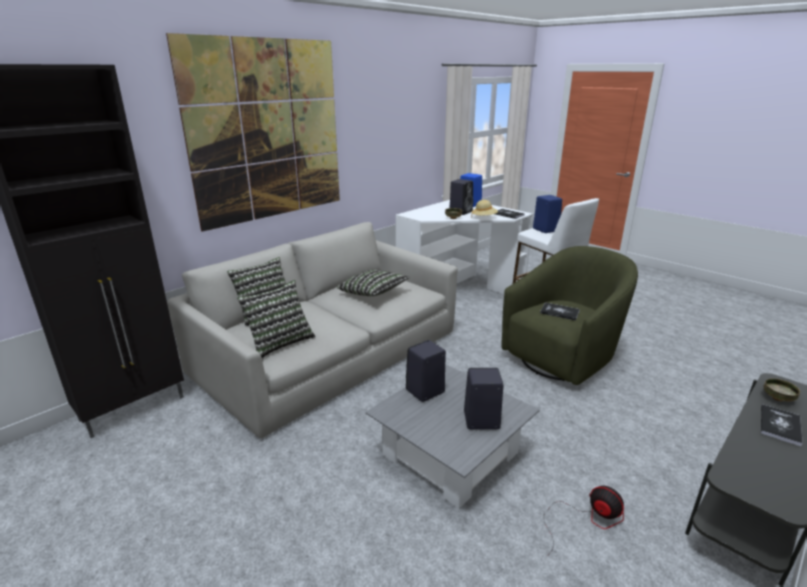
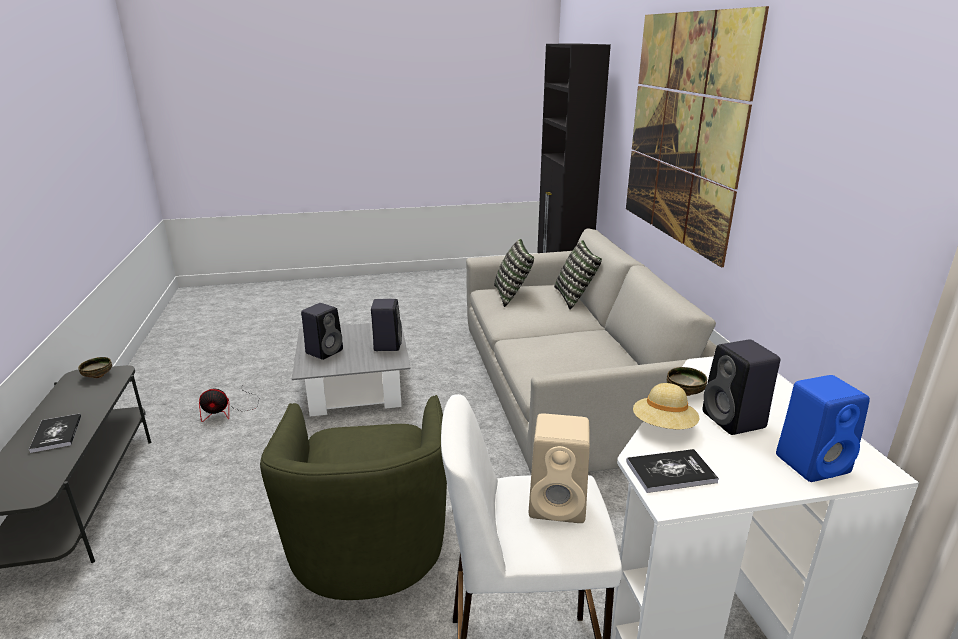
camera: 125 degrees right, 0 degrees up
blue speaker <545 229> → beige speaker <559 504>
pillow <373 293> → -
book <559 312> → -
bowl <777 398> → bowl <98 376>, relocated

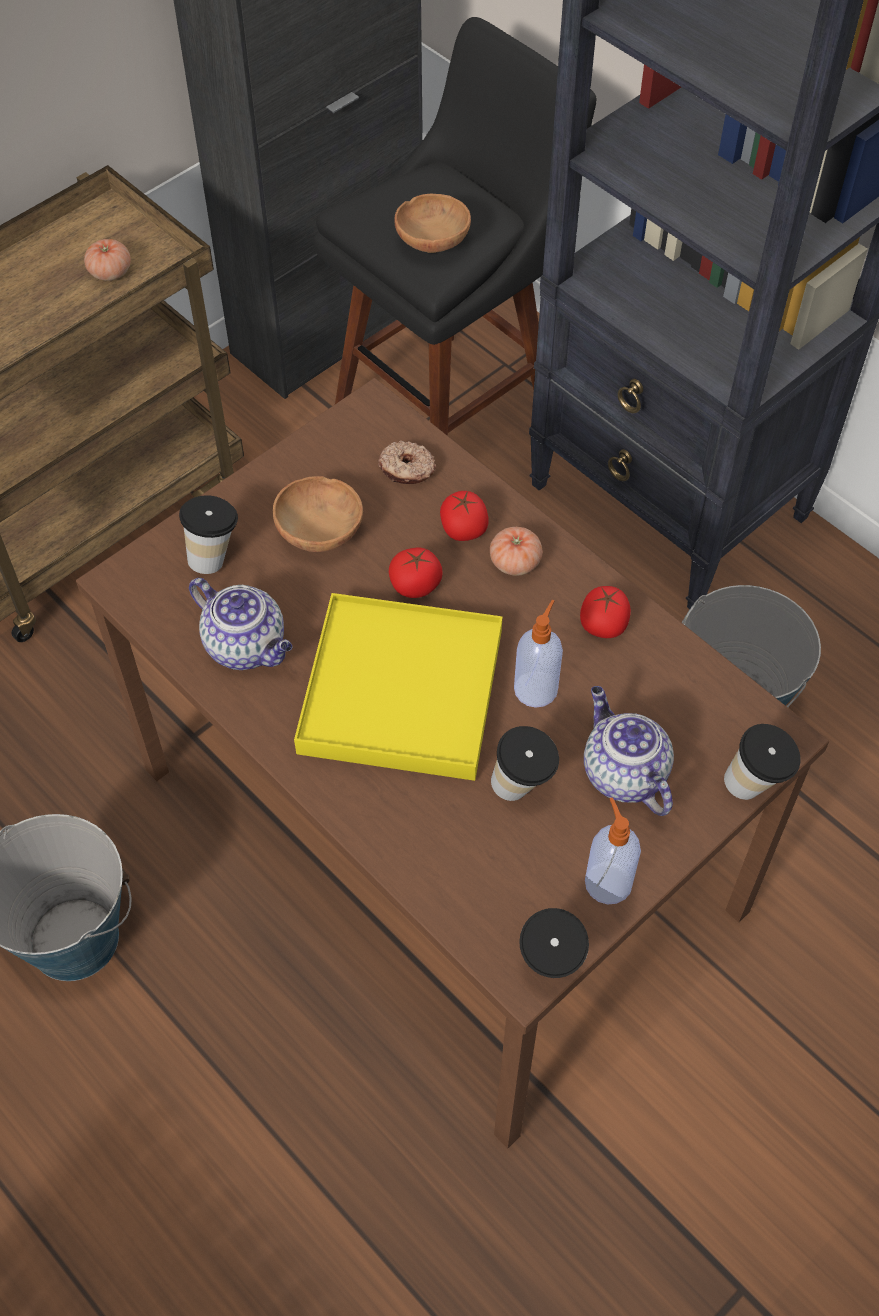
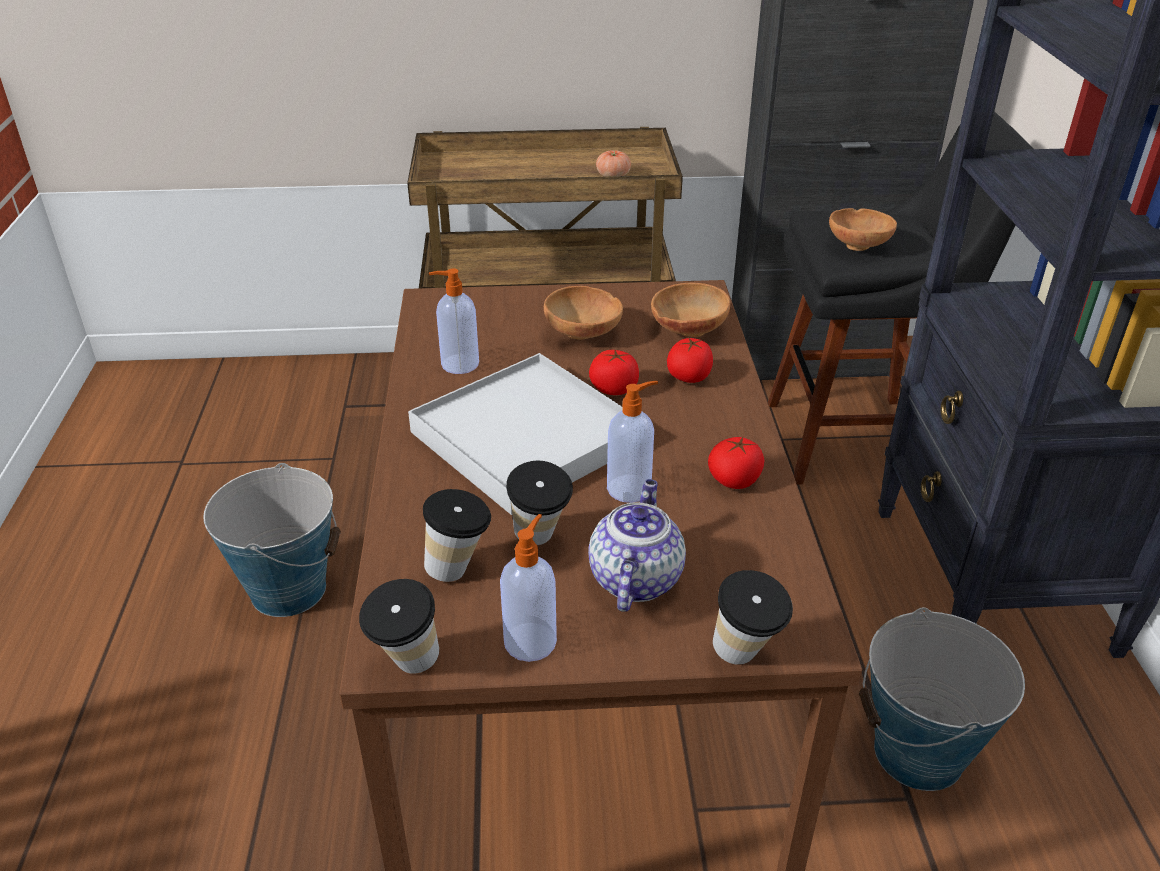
camera: 40 degrees right, 20 degrees down
donut <407 470> → brown bowl <687 330>
cup <215 556> → cup <459 569>, relocated
tomato <515 562> → -
teapot <247 646> → soap dispenser <458 364>
yellow tray <401 691> → white tray <527 437>

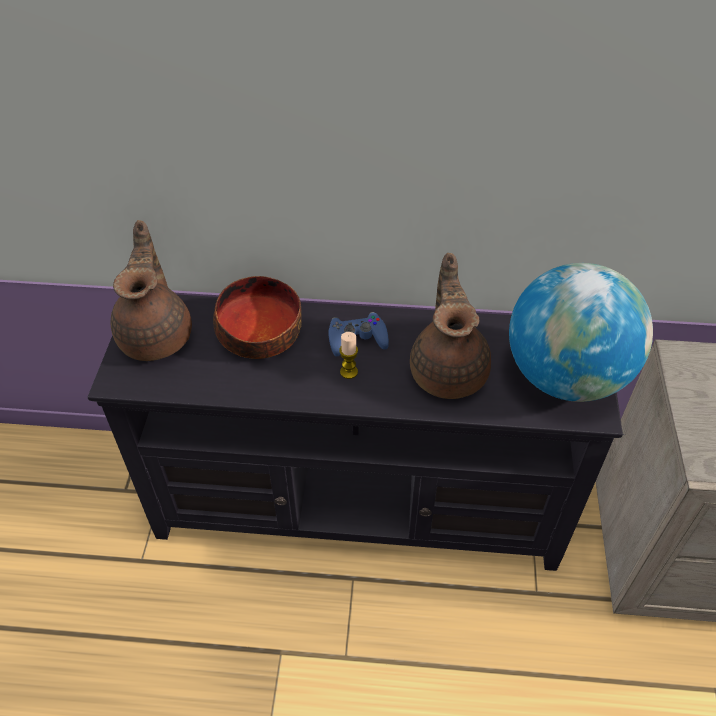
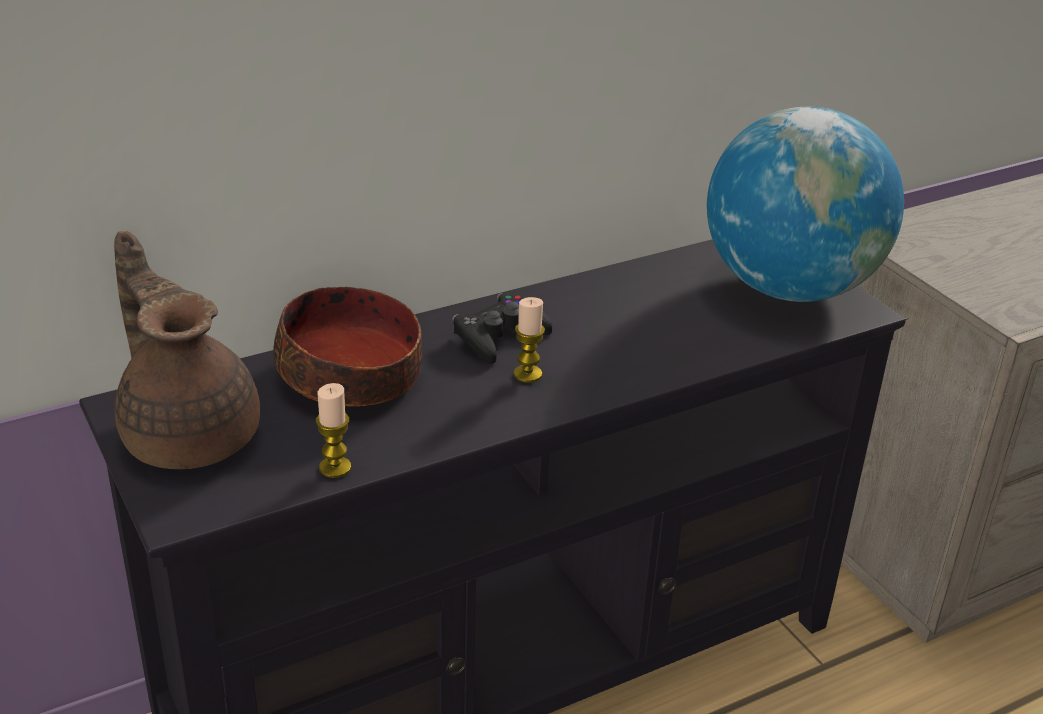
camera: 35 degrees left, 15 degrees down
brown teapot <449 370> → -
blue game controller <357 339> → black game controller <499 336>
- → candle <335 468>

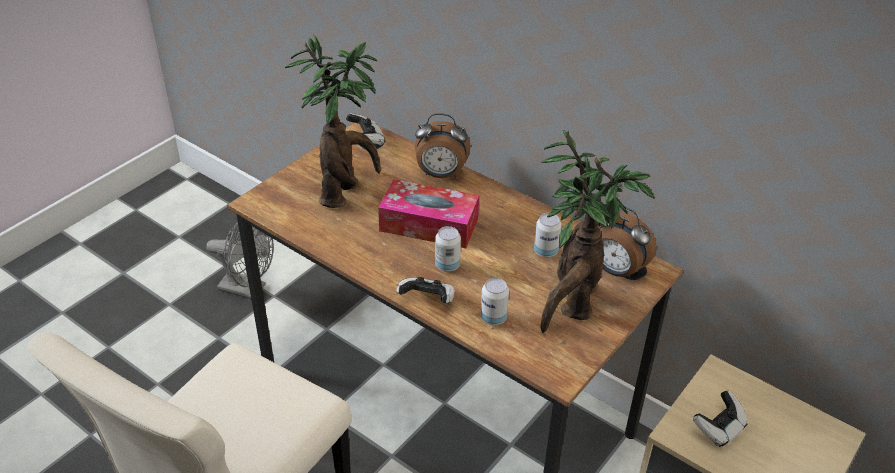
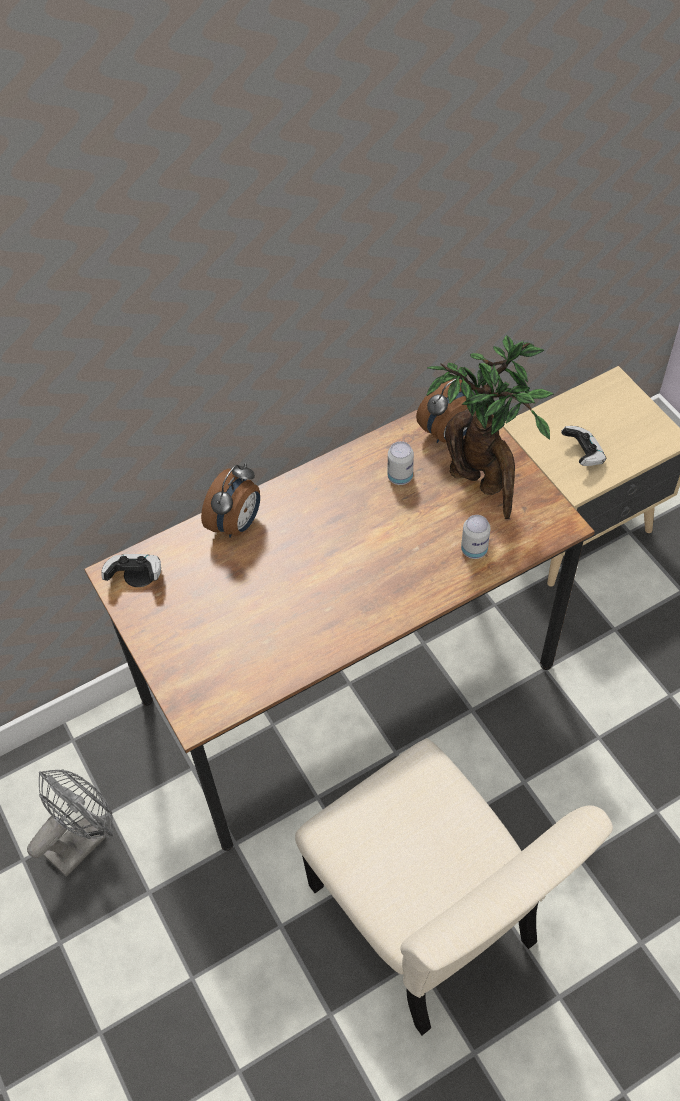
camera: 65 degrees left, 15 degrees up
potted plant <345 191> → -
tissue box <429 225> → -
can <447 265> → -
game controller <427 300> → -

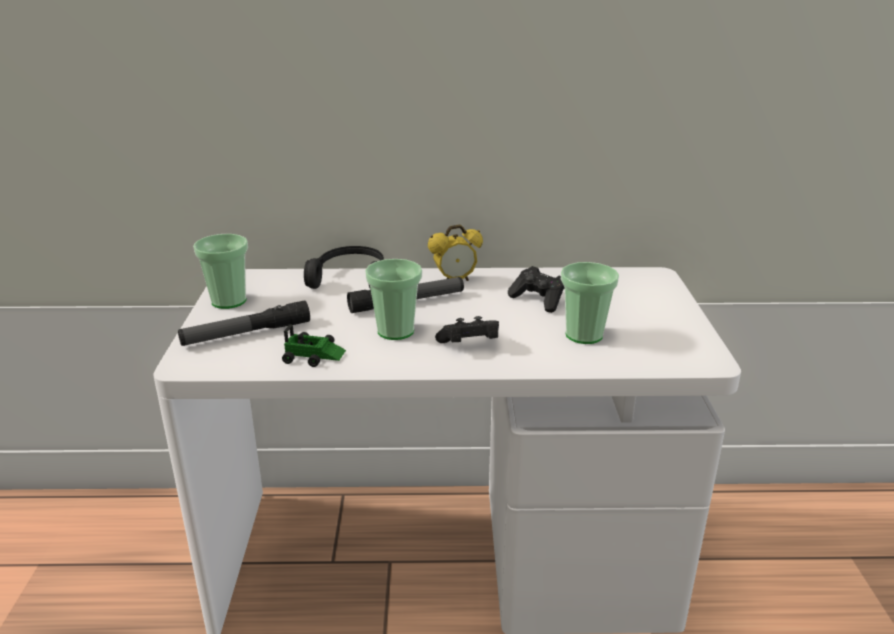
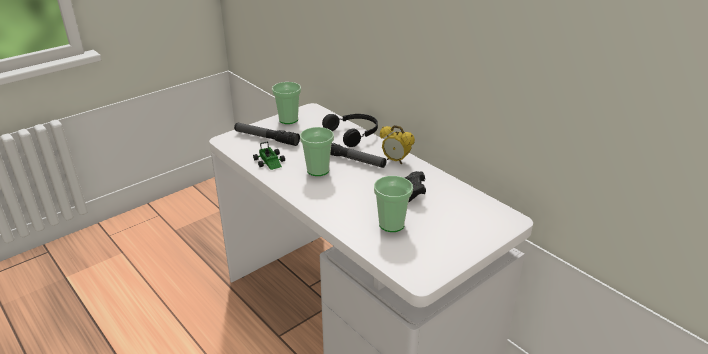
camera: 50 degrees right, 5 degrees up
black game controller <469 345> → -

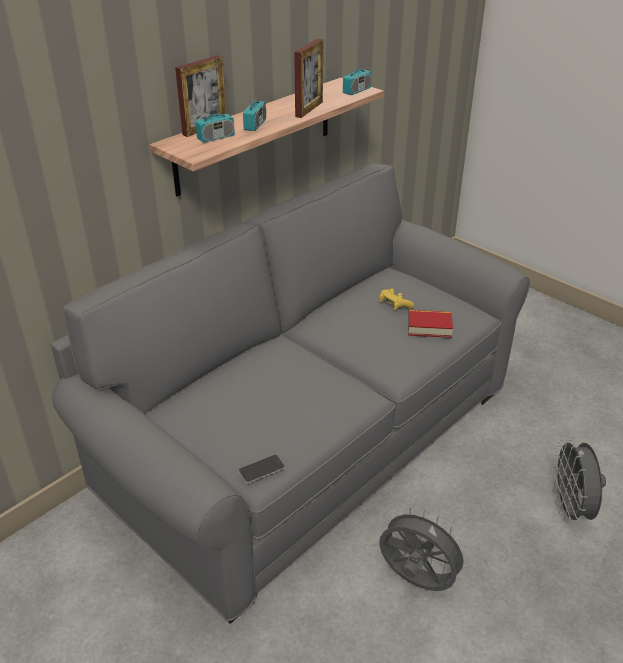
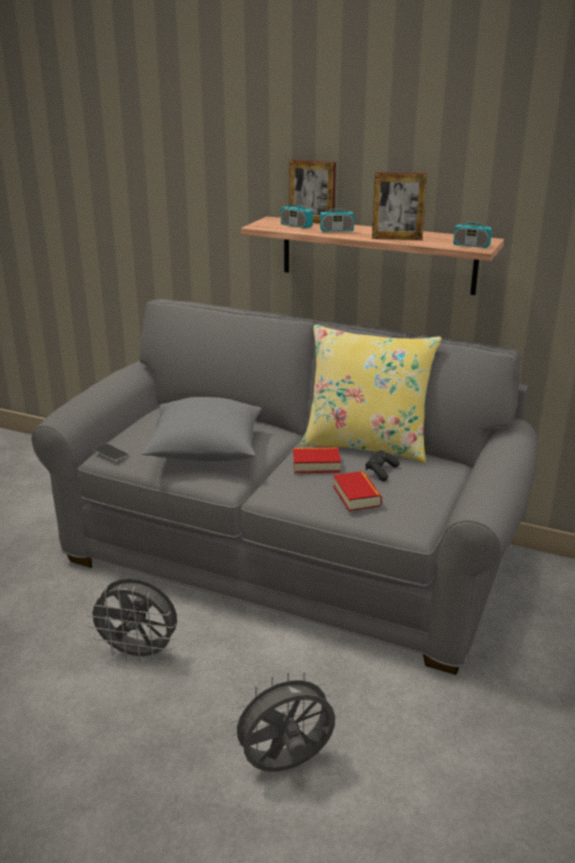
camera: 70 degrees right, 10 degrees down
yellow game controller <394 305> → black game controller <381 471>
grey fan <416 581> → grey fan <139 653>, 90 degrees clockwise
- → yellow pillow <366 444>
- → grey pillow <205 450>
- → book <316 465>

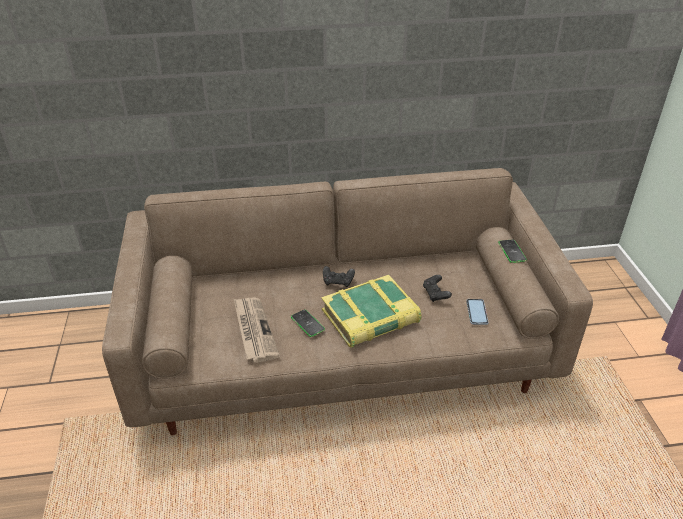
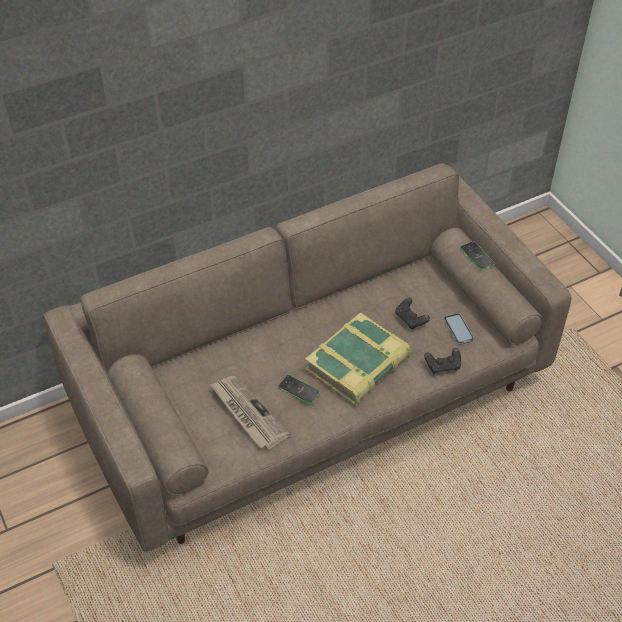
camera: 20 degrees left, 10 degrees up
black game controller <338 282> → black game controller <443 366>, relocated

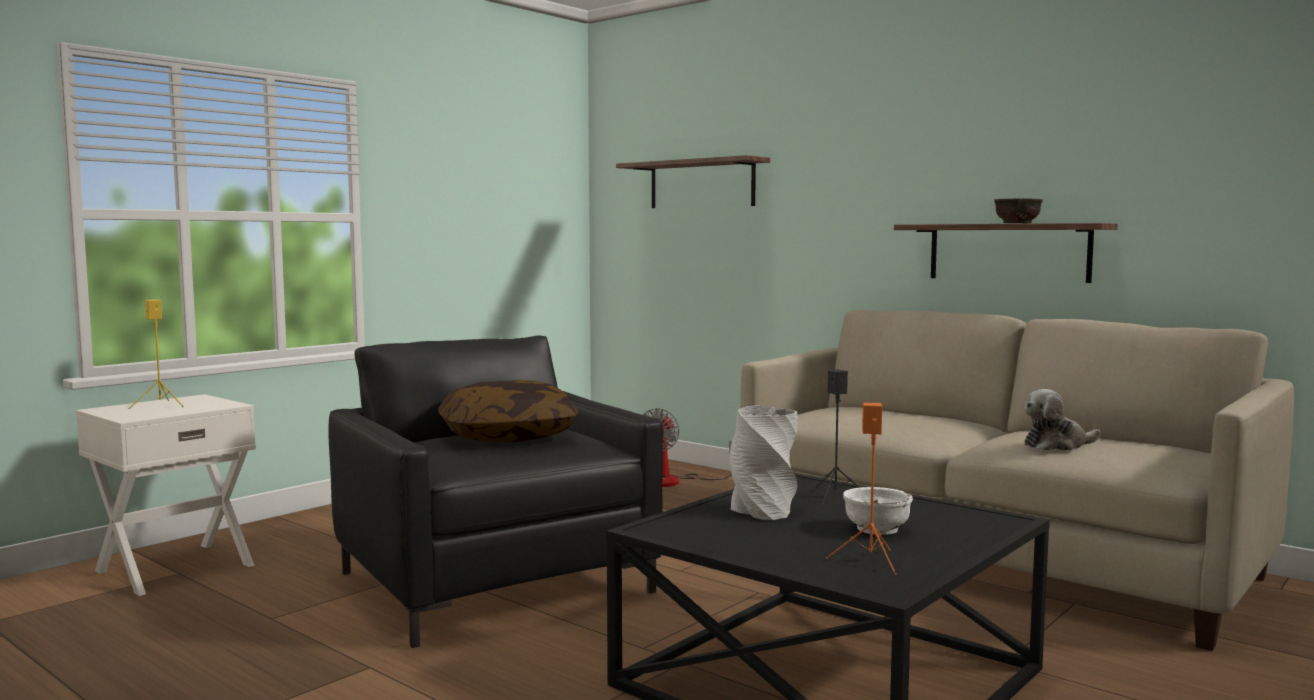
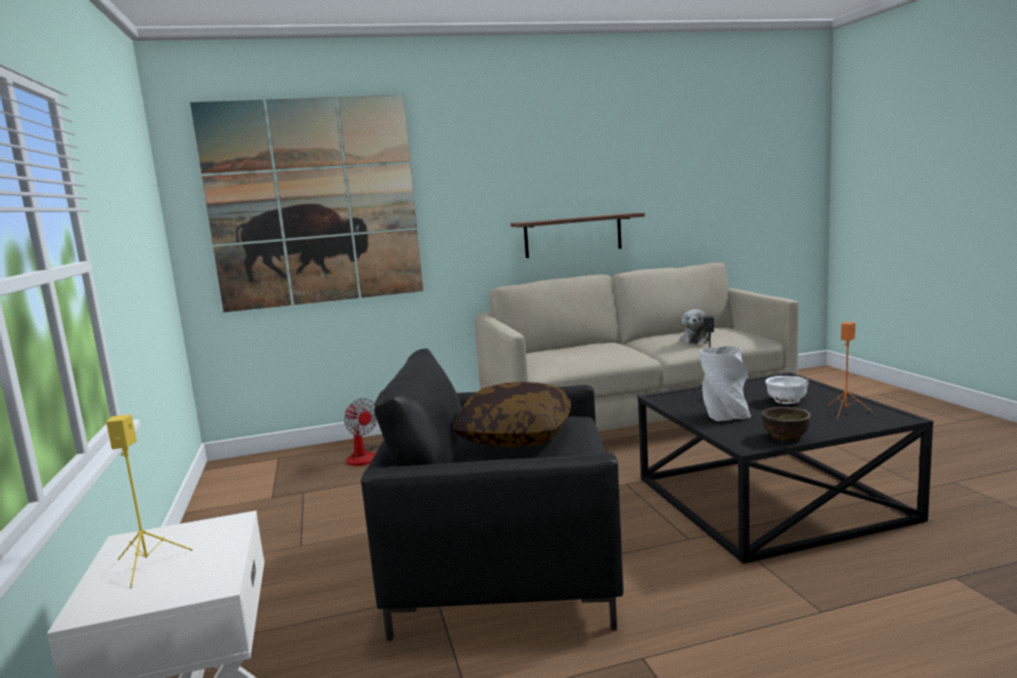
camera: 55 degrees left, 5 degrees up
shelf <701 184> → picture <314 202>
brown bowl <1016 223> → brown bowl <785 437>, relocated

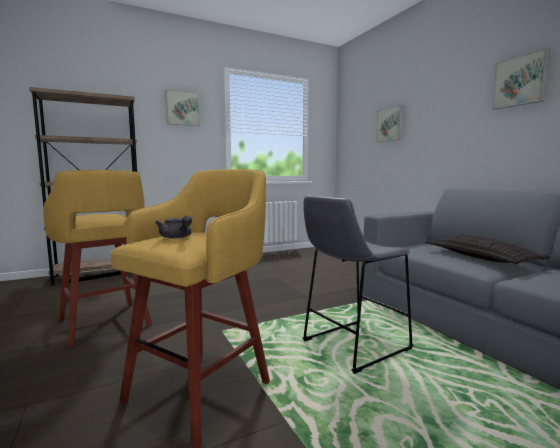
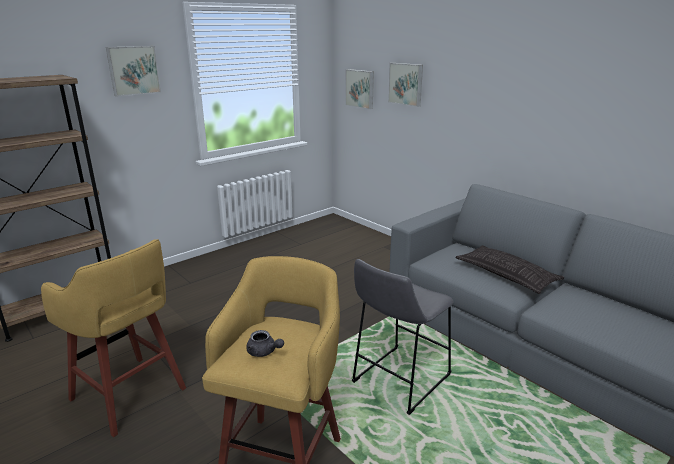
camera: 15 degrees left, 15 degrees up
picture <520 81> → picture <360 88>, relocated

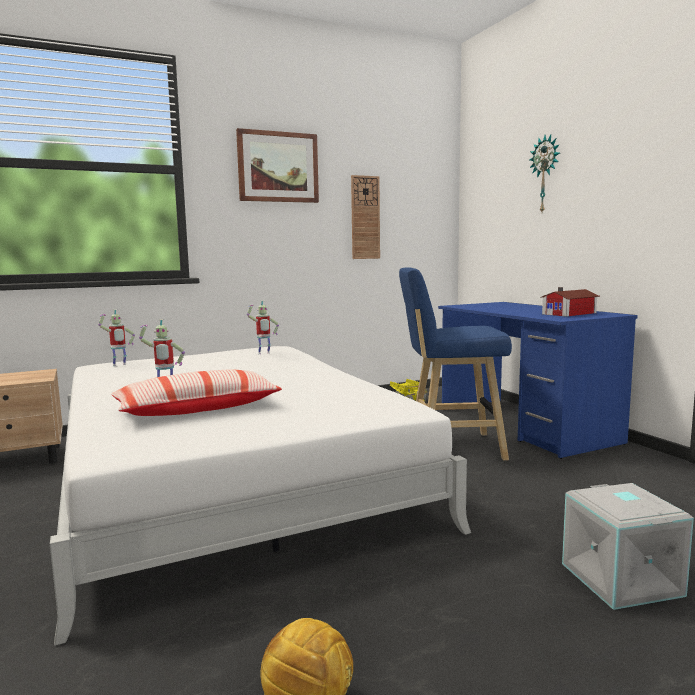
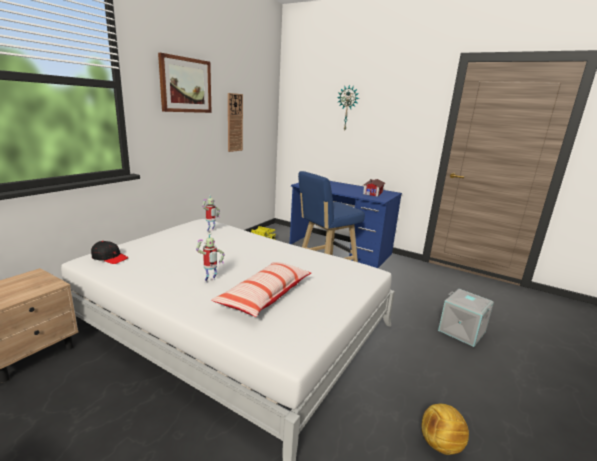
camera: 35 degrees left, 10 degrees up
toy robot <119 365> → black cap <110 257>

